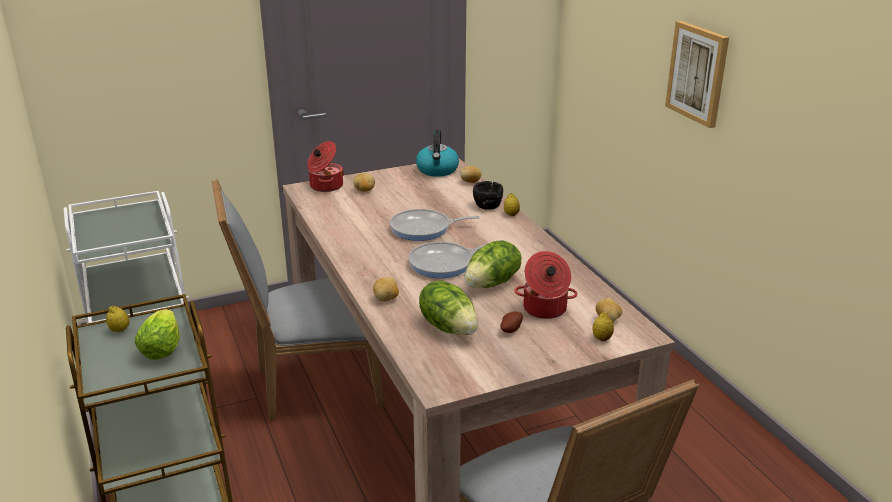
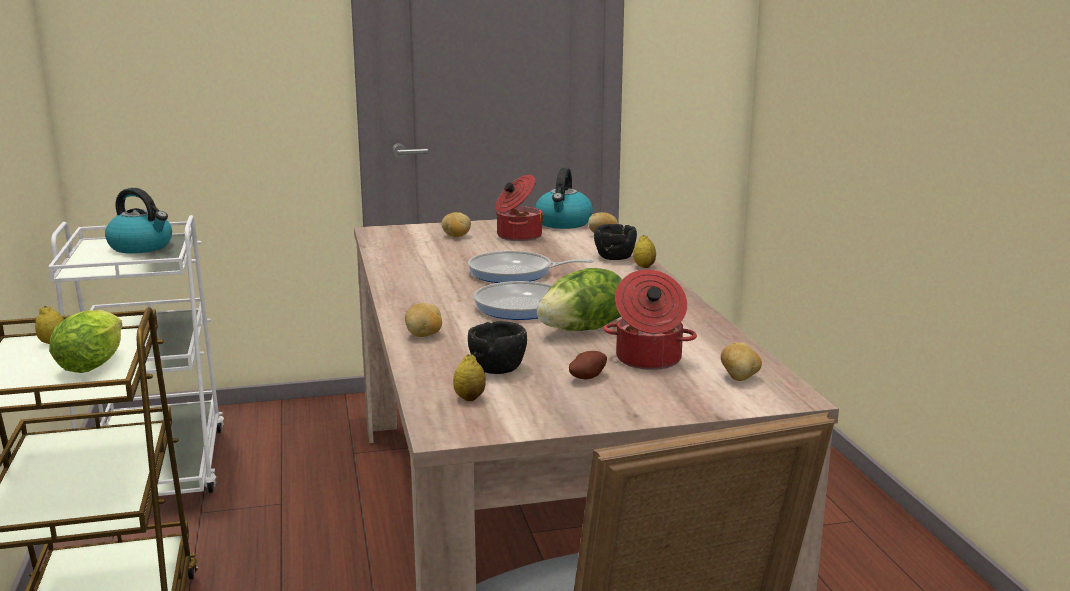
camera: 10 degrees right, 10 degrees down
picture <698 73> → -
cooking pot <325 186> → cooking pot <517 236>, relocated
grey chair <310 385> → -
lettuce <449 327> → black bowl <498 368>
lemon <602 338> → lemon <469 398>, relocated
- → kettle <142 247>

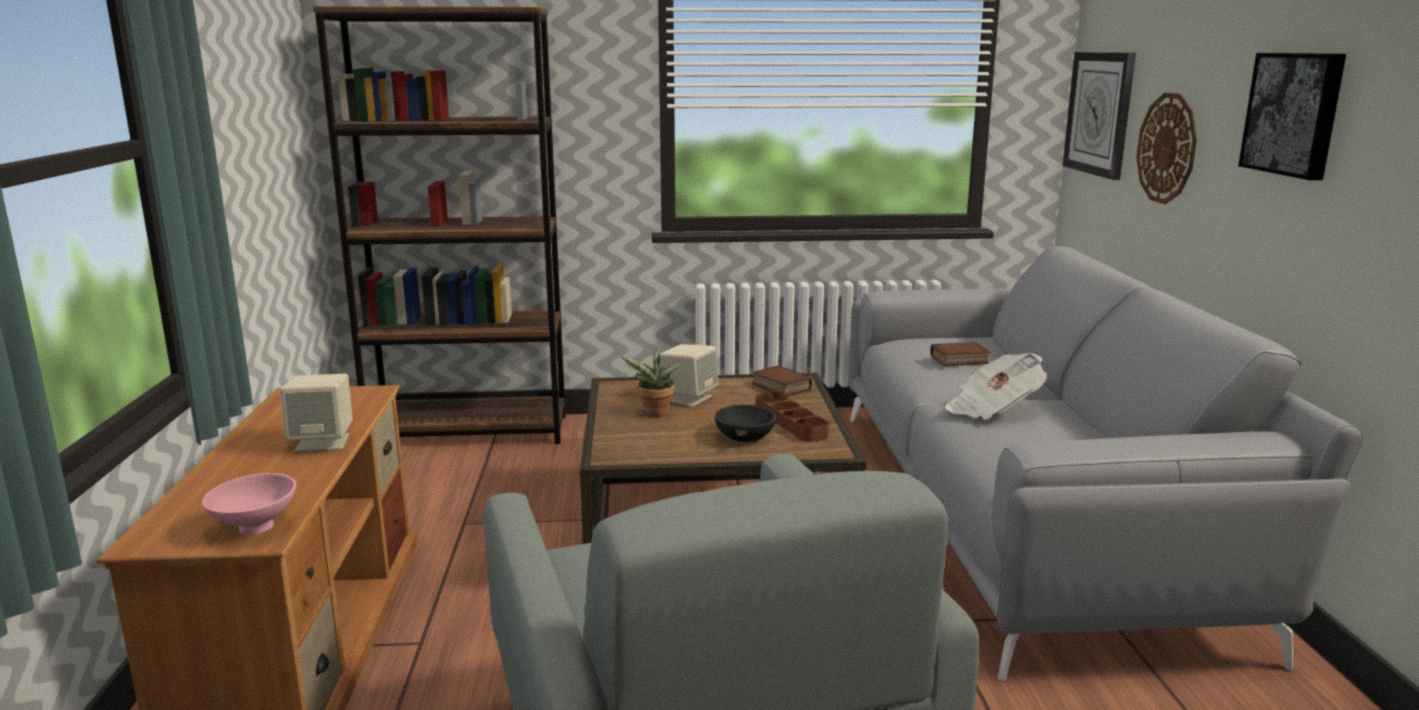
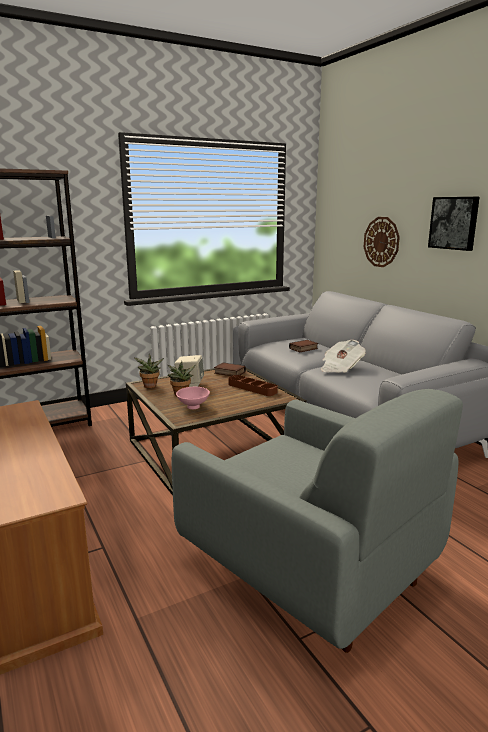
camera: 25 degrees left, 0 degrees up
wall clock <1100 113> → -
beige speaker <323 442> → -
black bowl <744 436> → -
pink bowl <256 528> → pink bowl <194 407>, relocated
- → potted plant <150 387>

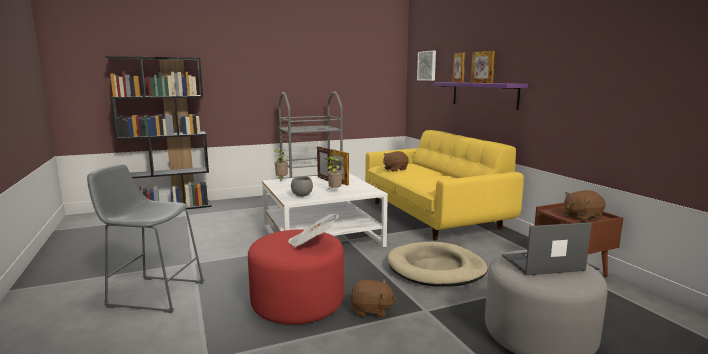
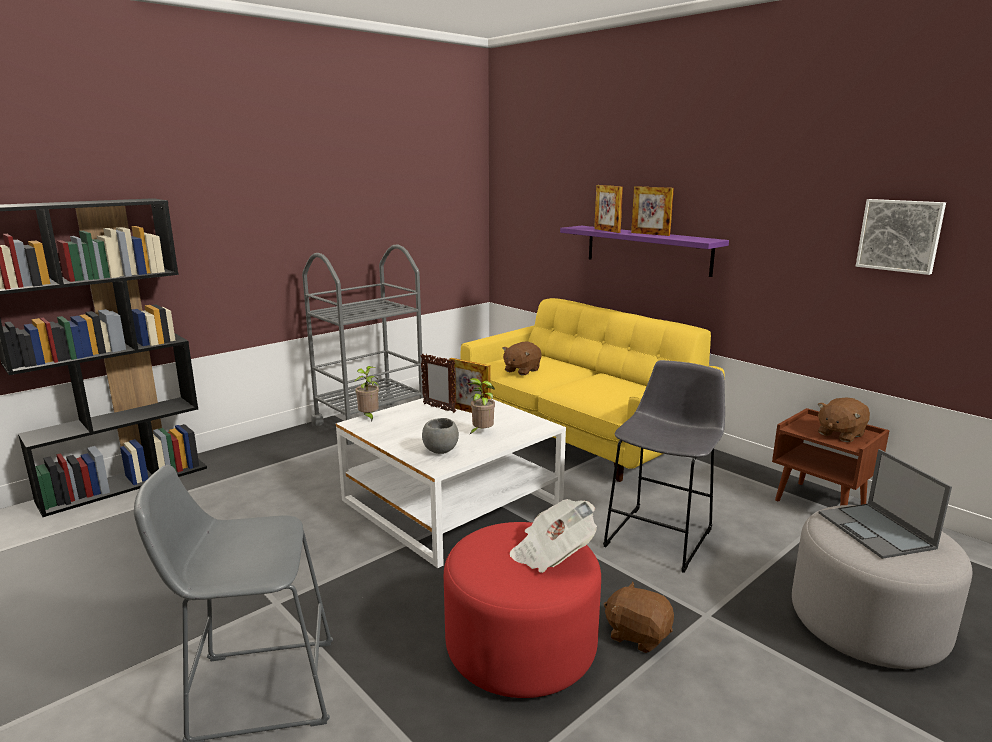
camera: 20 degrees left, 5 degrees up
picture <427 66> → picture <900 235>, relocated
laptop <541 263> → laptop <876 531>, 75 degrees counterclockwise
beige dog bed <436 269> → grey stool <661 535>
brown plush toy <371 310> → brown plush toy <637 634>, 135 degrees counterclockwise

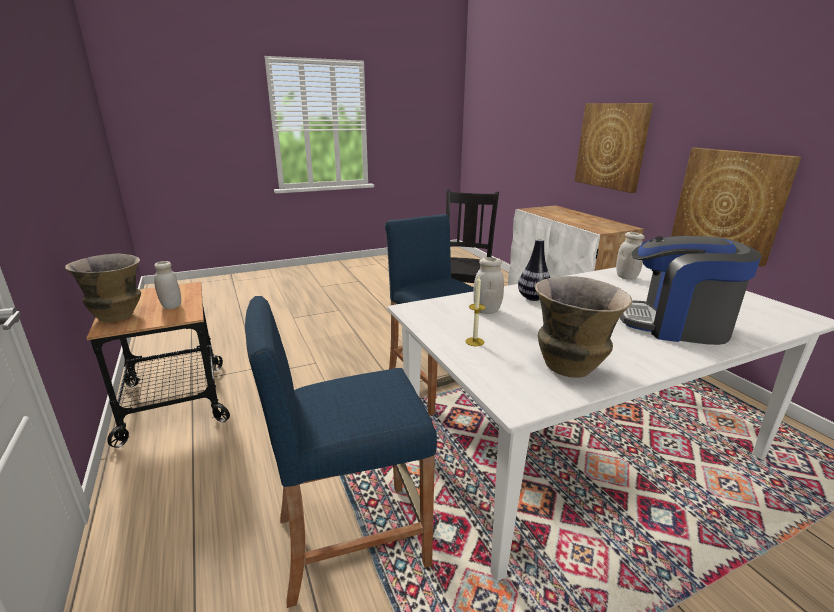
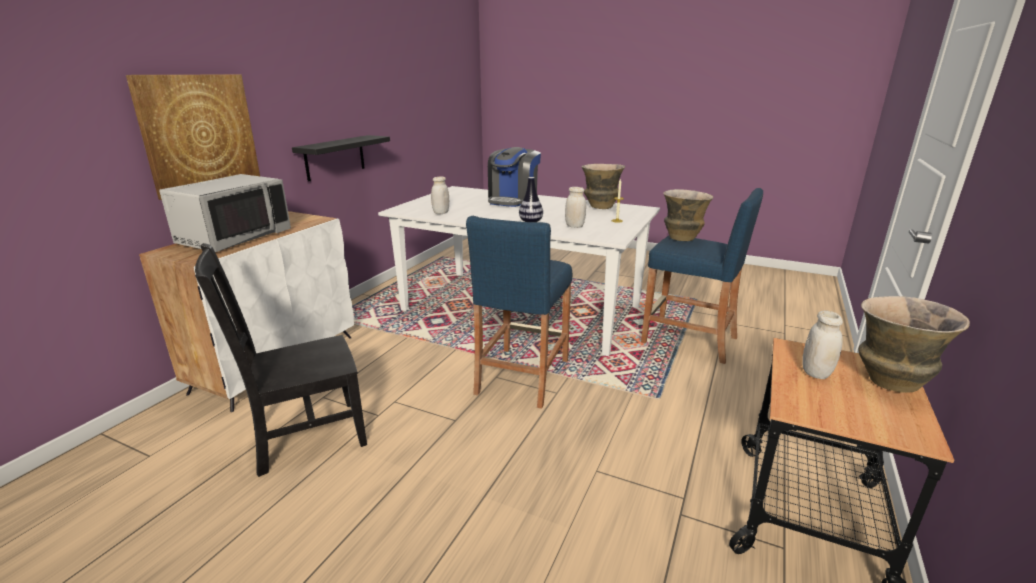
camera: 130 degrees left, 0 degrees up
picture <729 203> → black shelf <335 157>
coffee machine <675 325> → coffee machine <513 200>, 45 degrees clockwise
- → grey microwave <234 237>
- → vase <682 238>

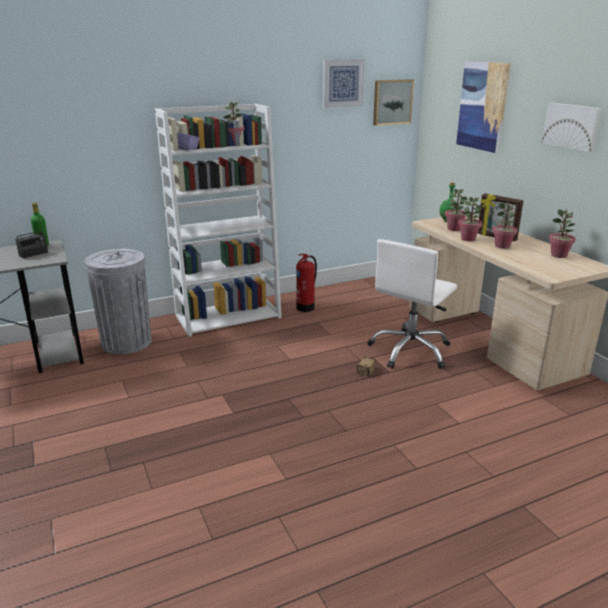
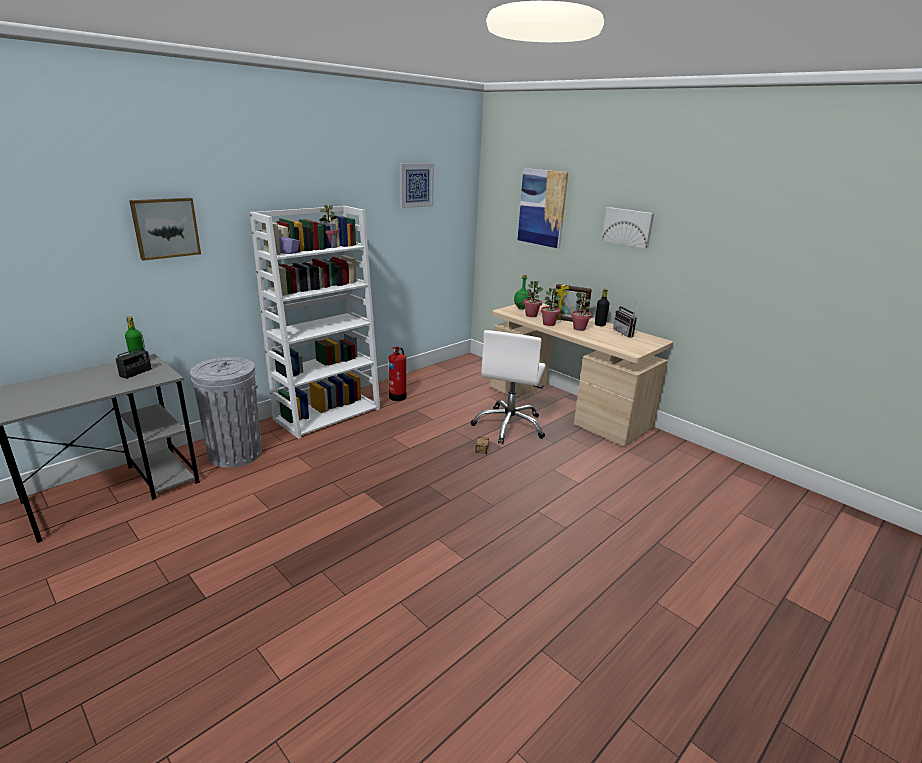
camera: 20 degrees left, 0 degrees up
picture <392 102> → picture <165 228>, relocated
potted plant <559 255> → radio <625 333>
- → black bottle <600 325>

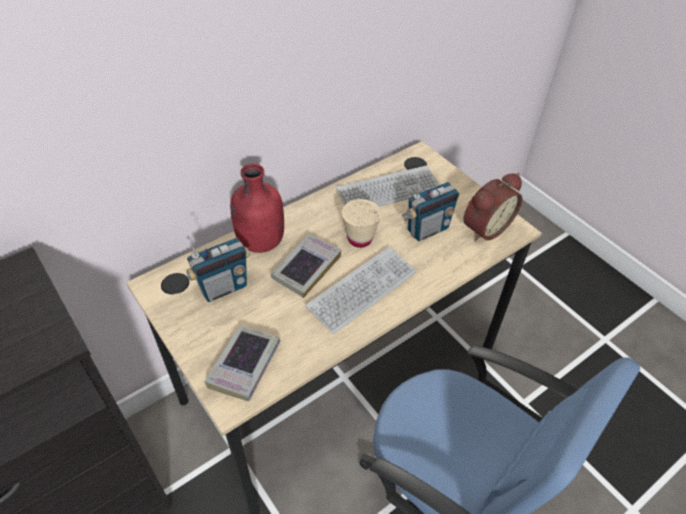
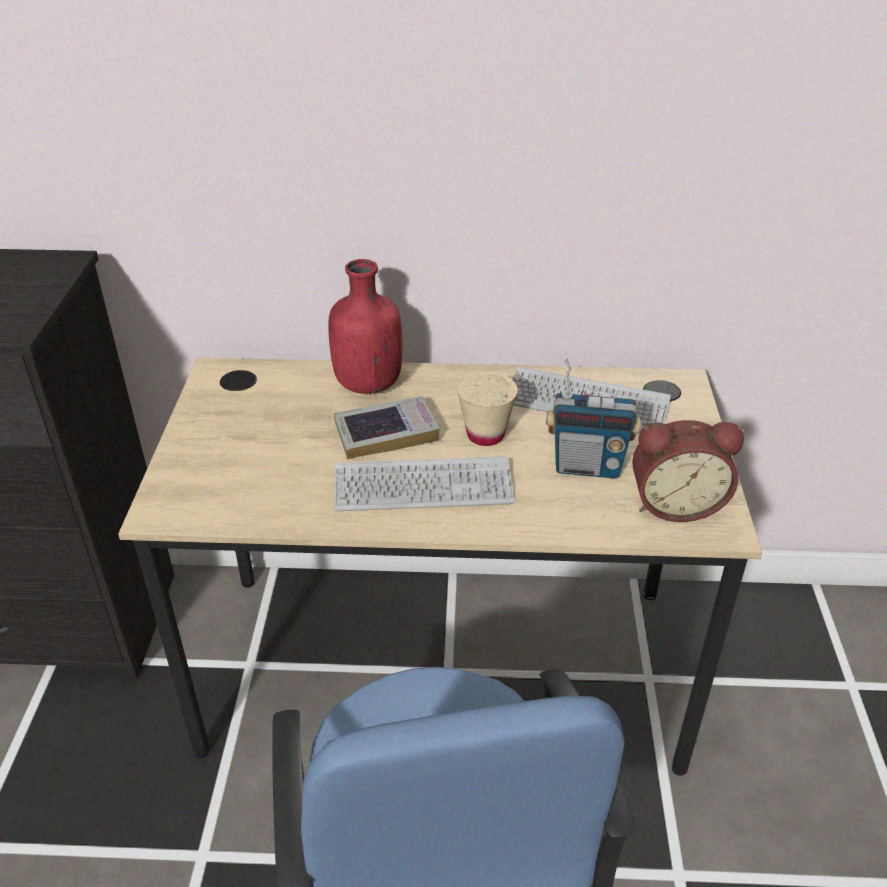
camera: 40 degrees right, 10 degrees down
radio <223 287> → -
book <244 365> → -

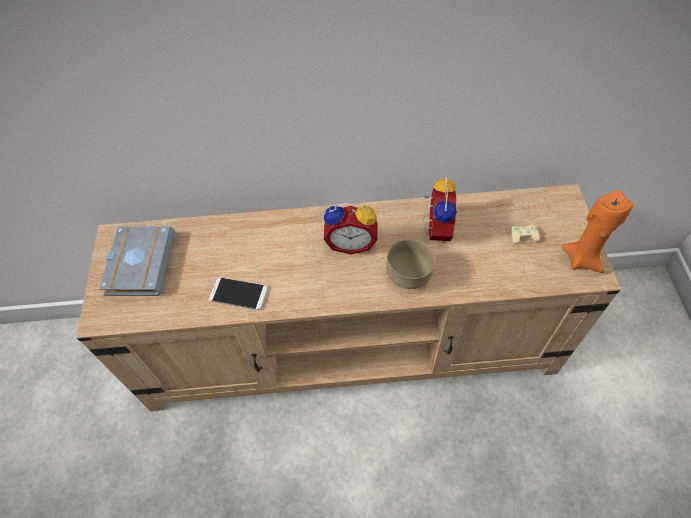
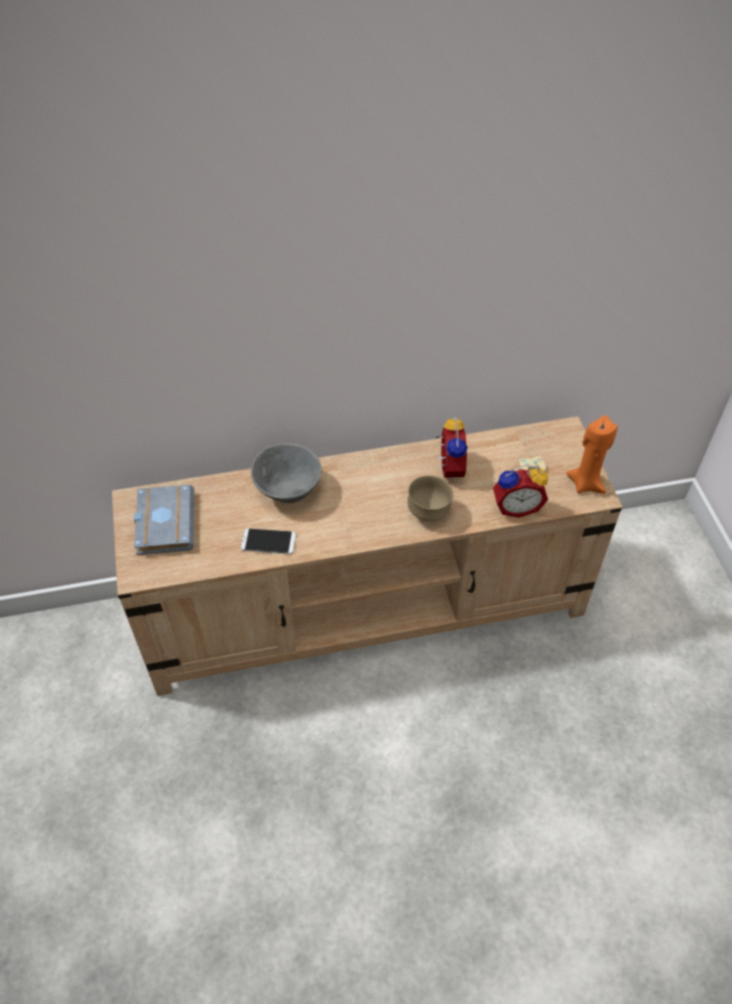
camera: 10 degrees left, 5 degrees down
alarm clock <351 242> → alarm clock <516 506>, relocated
- → grey bowl <287 491>

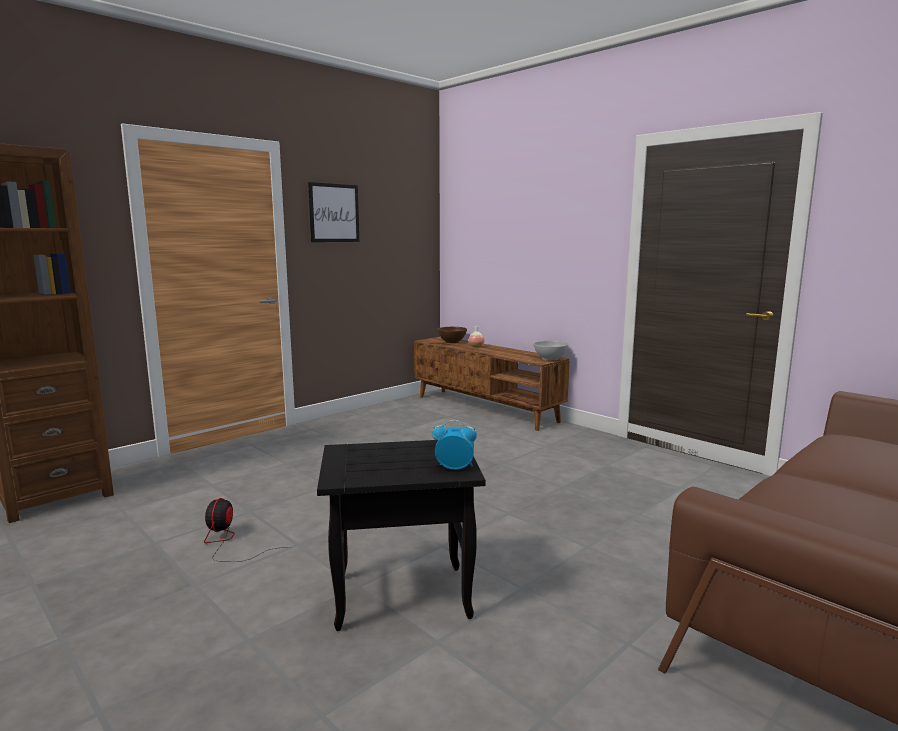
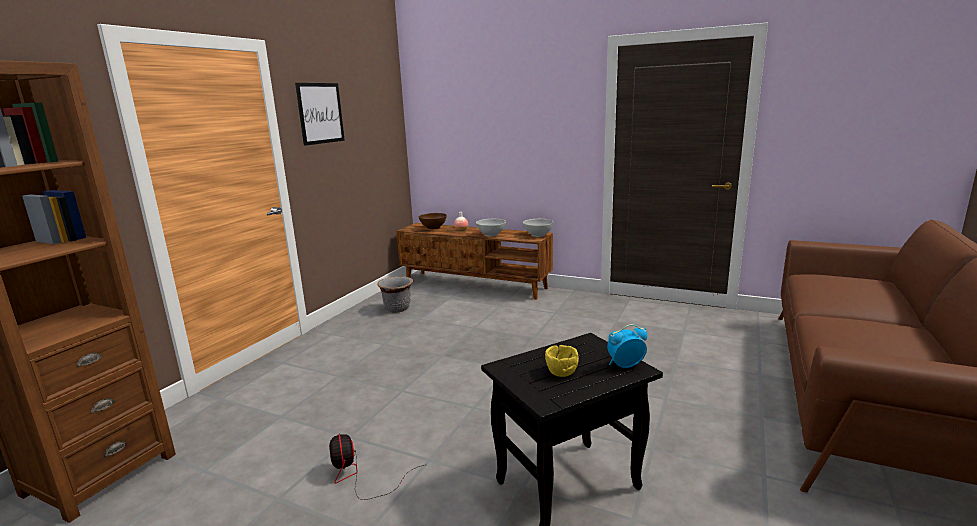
camera: 20 degrees left, 5 degrees up
- → white bowl <491 234>
- → grey planter <398 309>
- → yellow bowl <561 372>

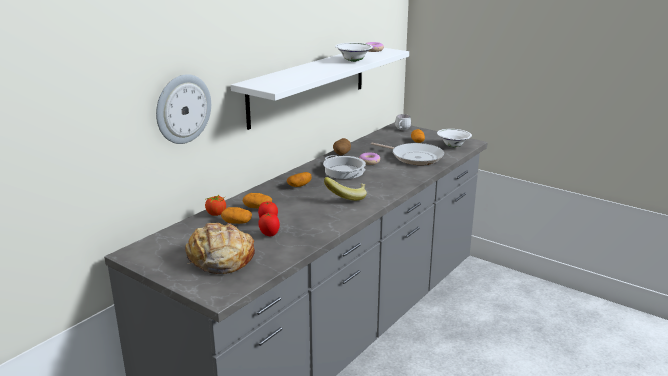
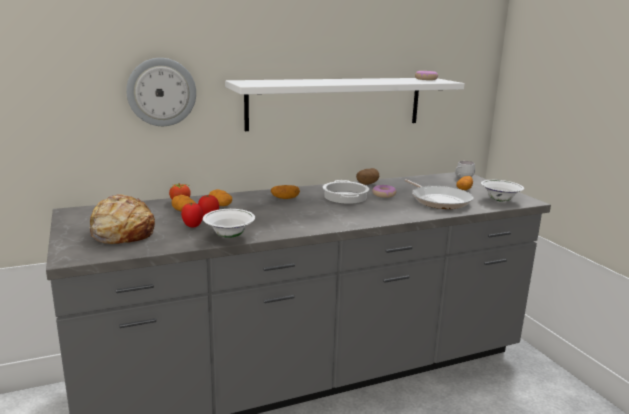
camera: 30 degrees right, 5 degrees down
white bowl <353 61> → white bowl <229 236>, relocated
banana <346 197> → -

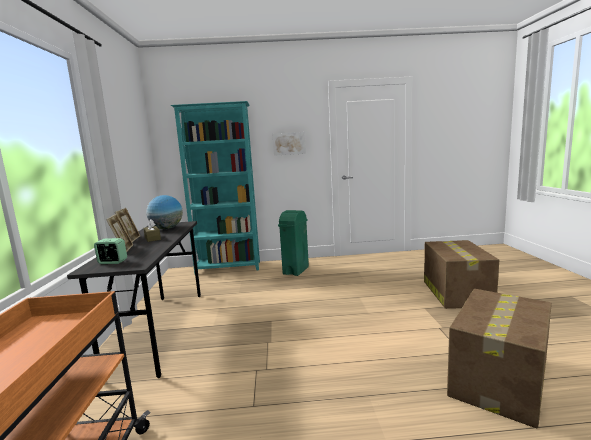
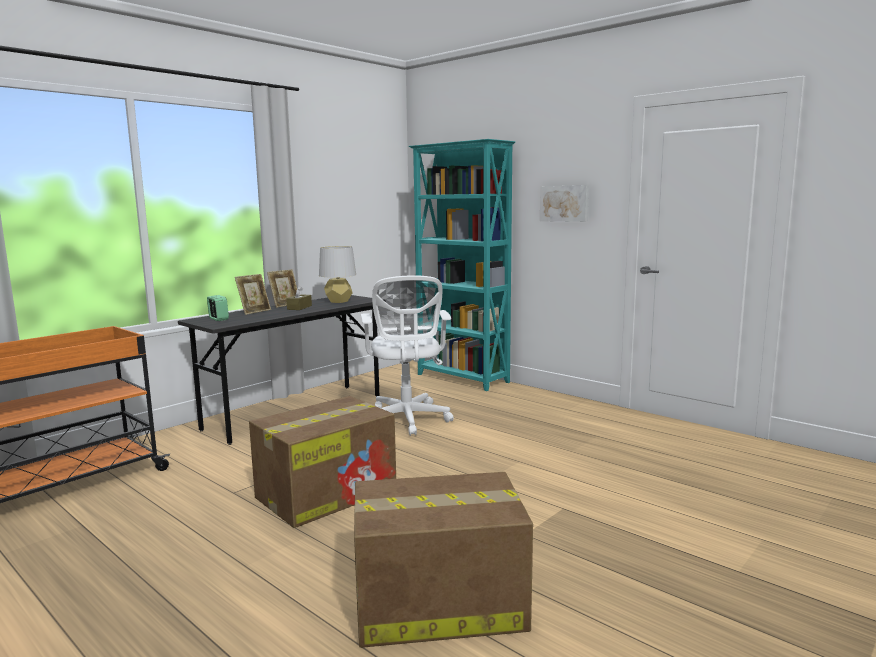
camera: 45 degrees right, 0 degrees up
globe <167 228> → grey table lamp <338 301>
green trash can <295 270> → -
cardboard box <456 293> → cardboard box <328 493>, relocated
- → white office chair <407 420>

